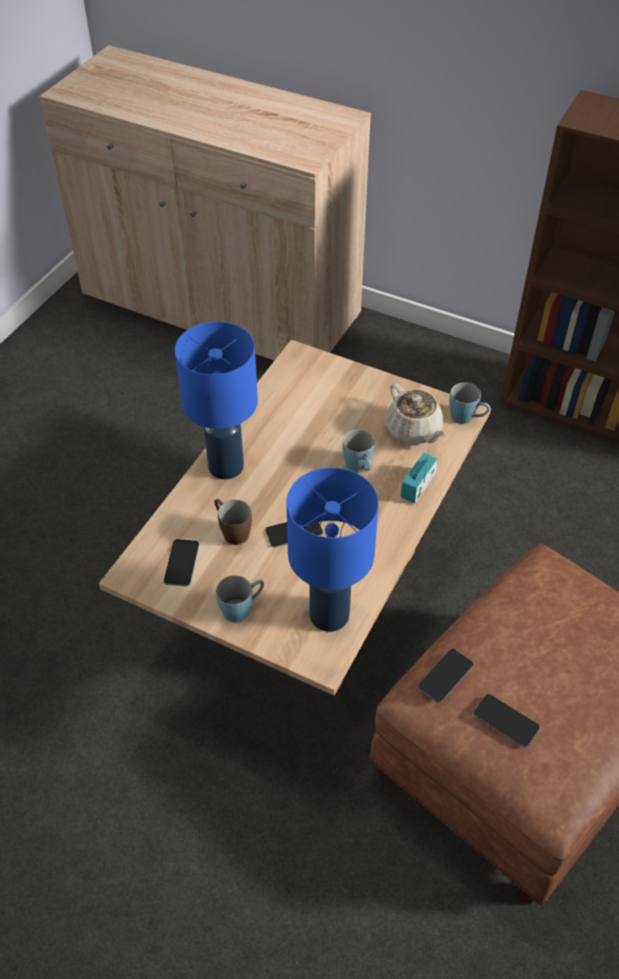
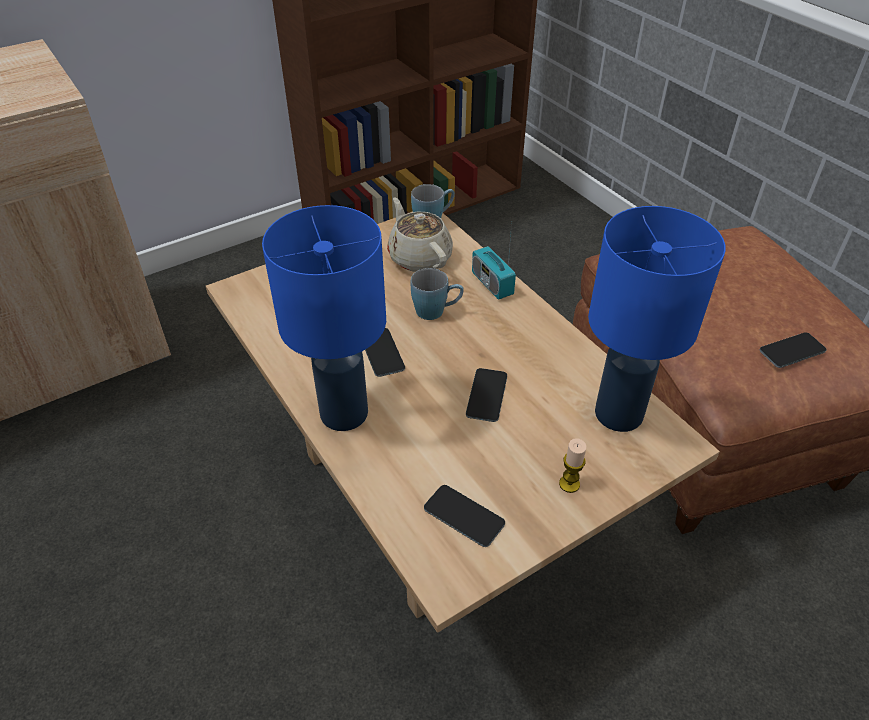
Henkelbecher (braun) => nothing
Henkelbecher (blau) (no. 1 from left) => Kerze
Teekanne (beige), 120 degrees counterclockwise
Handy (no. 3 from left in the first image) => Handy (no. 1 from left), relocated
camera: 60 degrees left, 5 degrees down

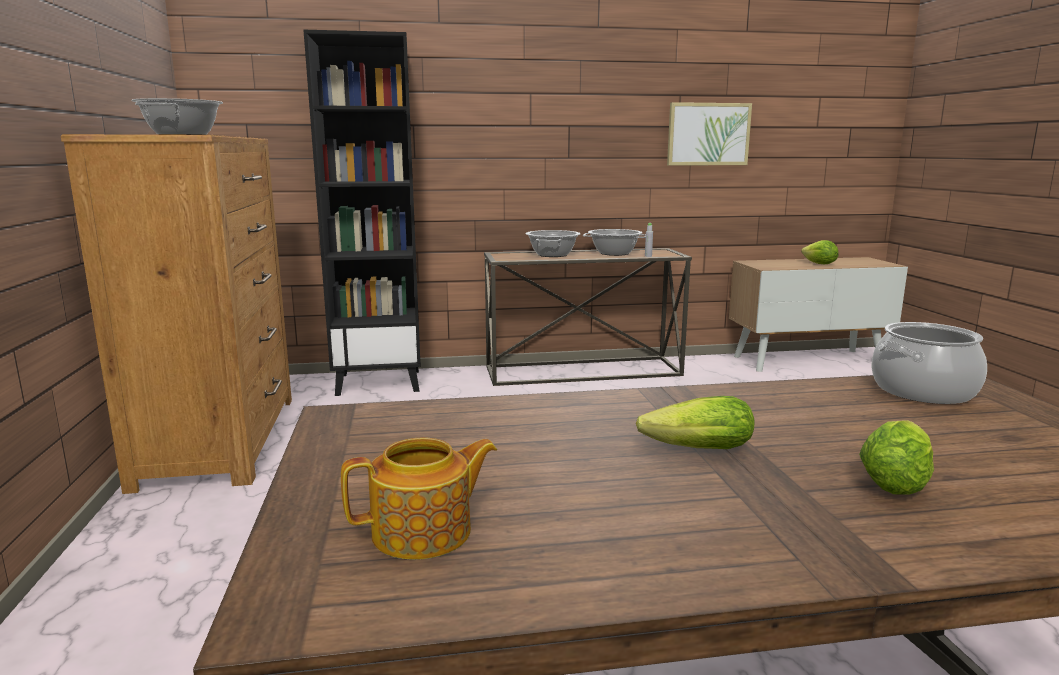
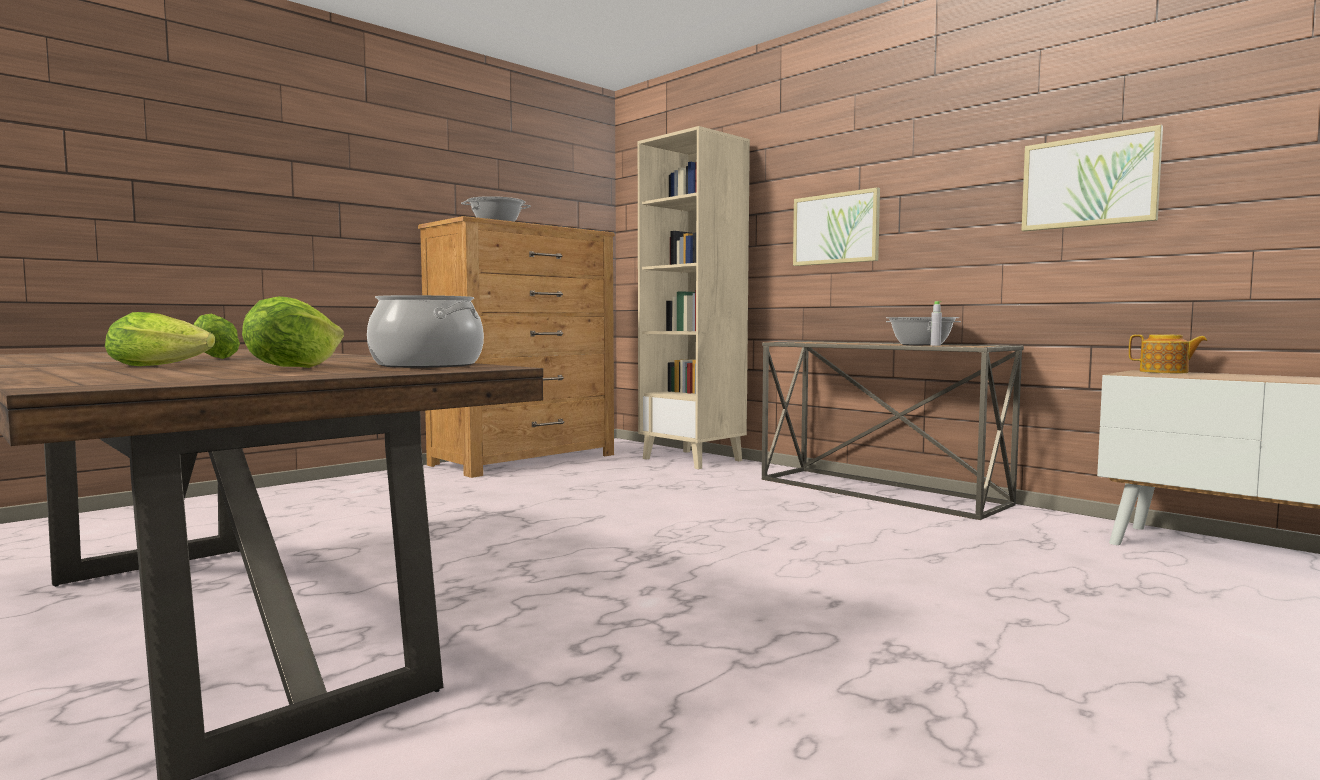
Bücherregal (schwarz) => Bücherregal (beige)
Teekanne, relocated
Kochtopf (no. 2 from left) => nothing
Salatkopf (no. 2 from left in the first image) => Salatkopf (no. 3 from left), relocated
nothing => Bild (no. 1 from left)
camera: 55 degrees right, 10 degrees down

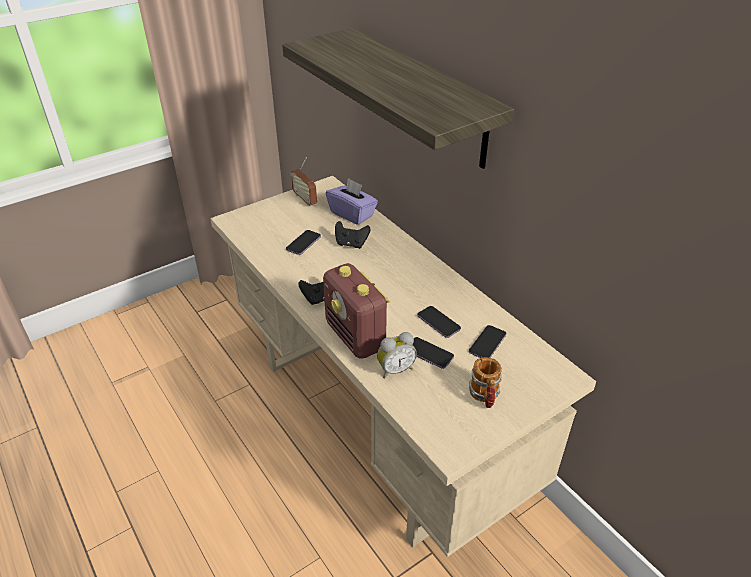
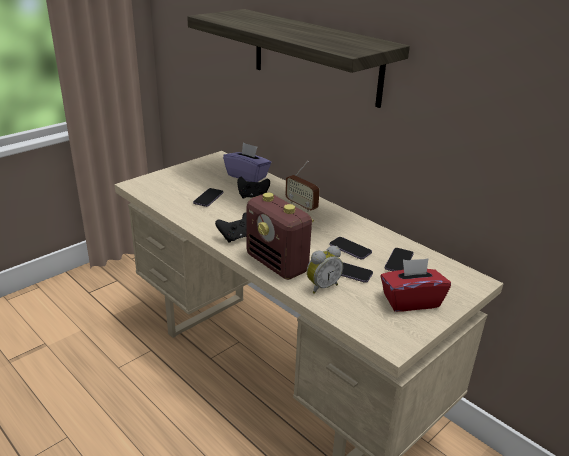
Radio (no. 1 from left in the first image) => Radio (no. 2 from left), relocated
Henkelbecher => Taschentuchbox (rot)
camera: 10 degrees left, 10 degrees down

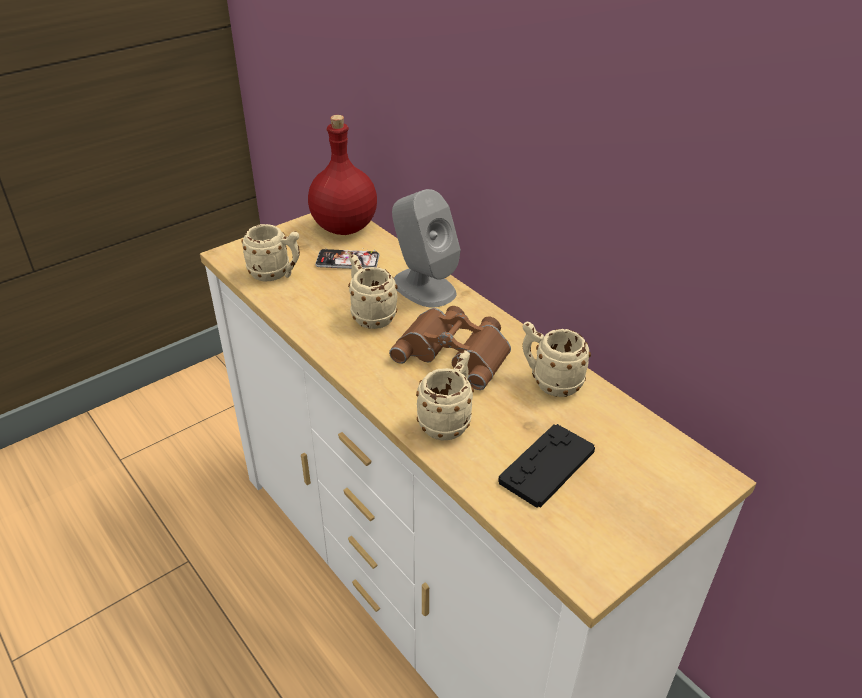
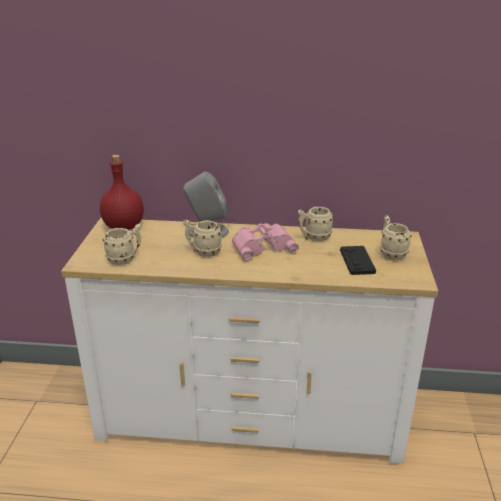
Handy => nothing
Fernglas (braun) => Fernglas (rosa)
Henkelbecher (beige) (no. 3 from left in the first image) => Henkelbecher (beige) (no. 4 from left), relocated
camera: 45 degrees left, 10 degrees down

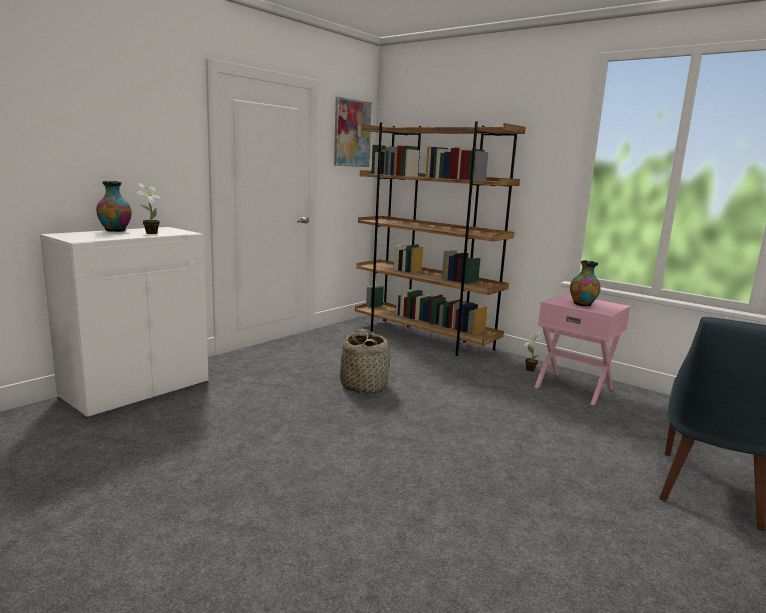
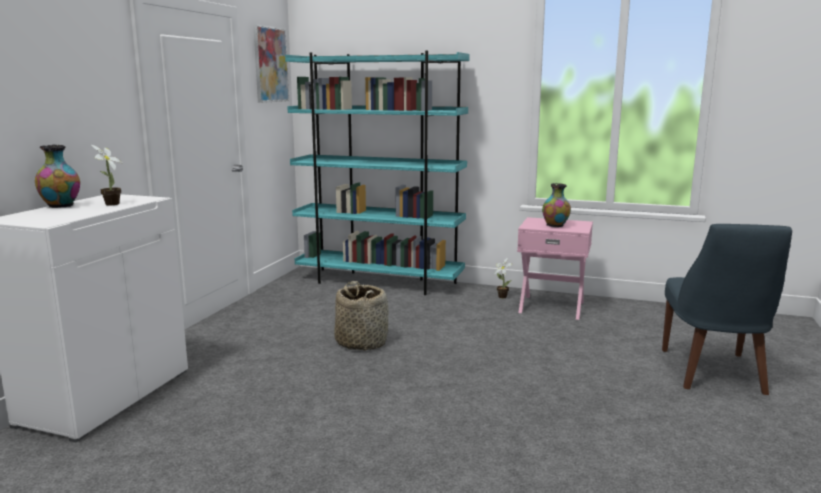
Bücherregal (braun) => Bücherregal (türkis)
camera: 20 degrees left, 0 degrees up

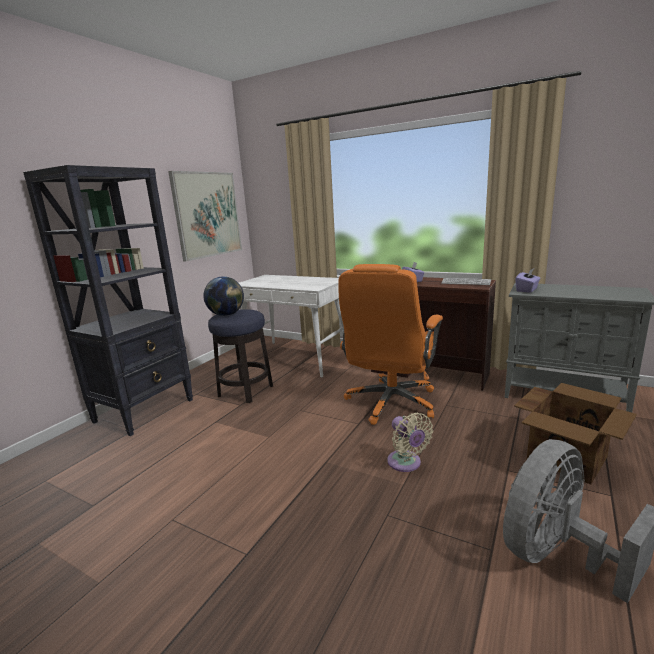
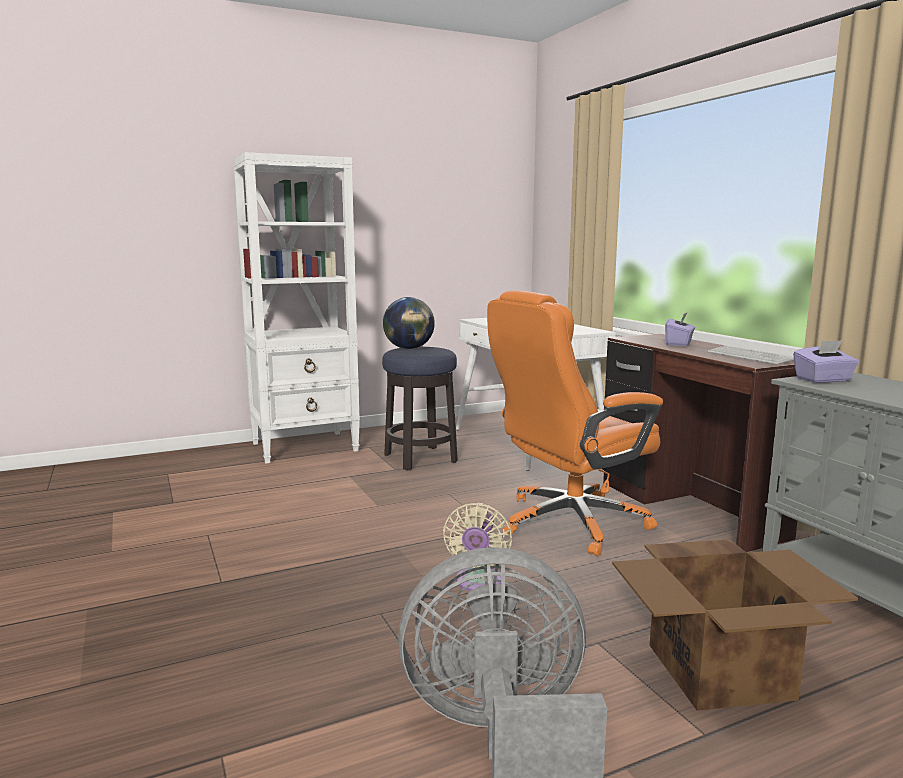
Bücherregal (schwarz) => Bücherregal (weiß)
Bild => nothing
camera: 35 degrees right, 5 degrees down

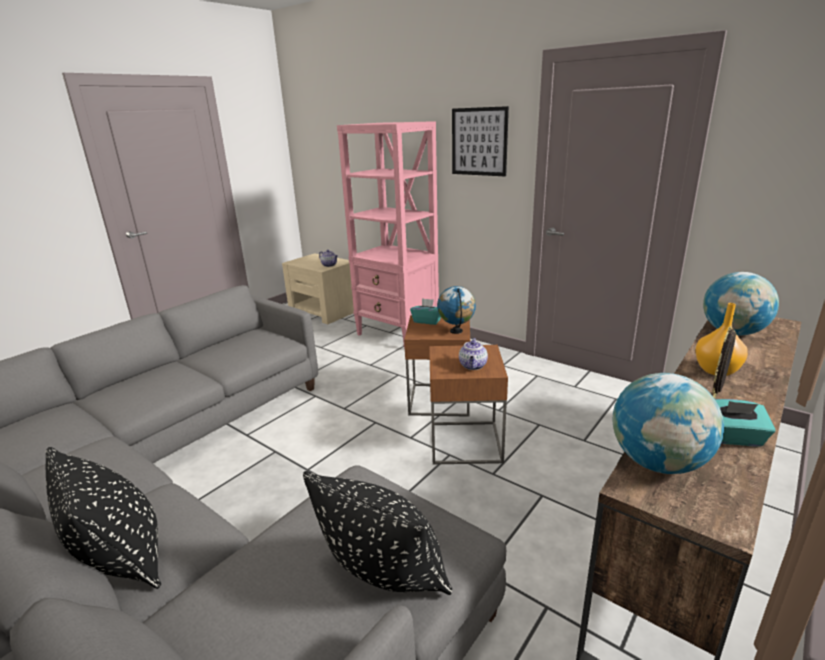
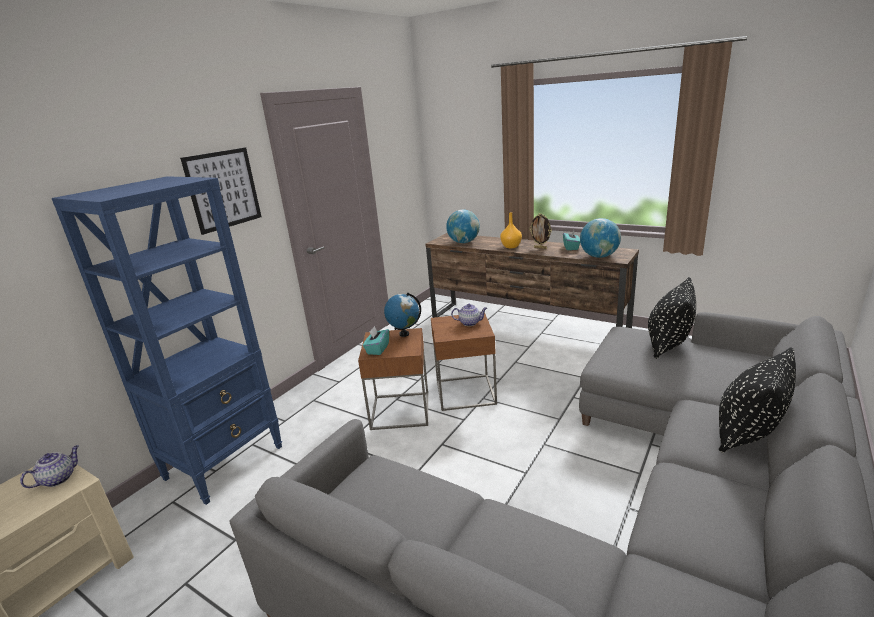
Bücherregal (rosa) => Bücherregal (blau)
camera: 95 degrees left, 0 degrees up

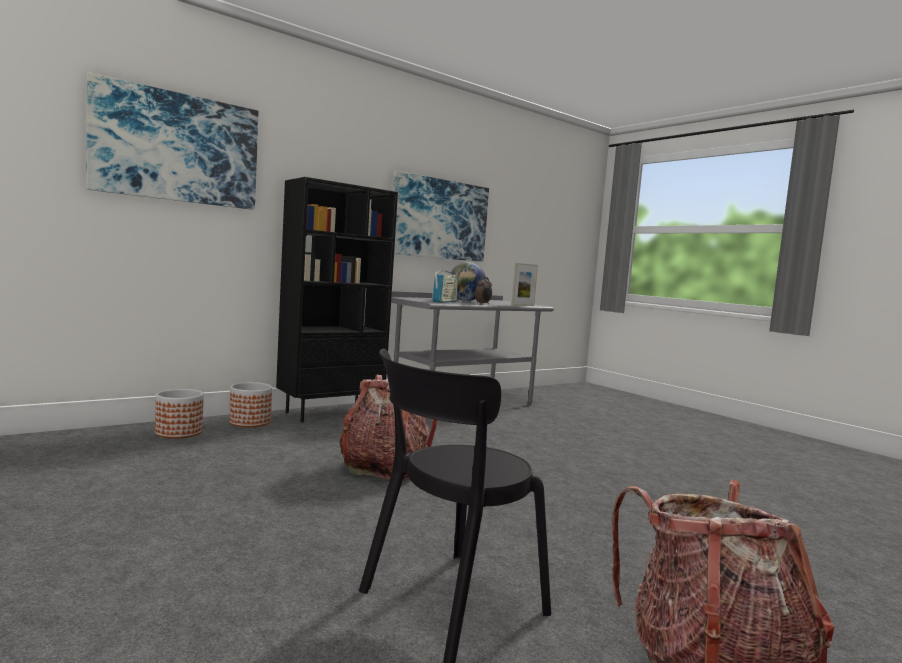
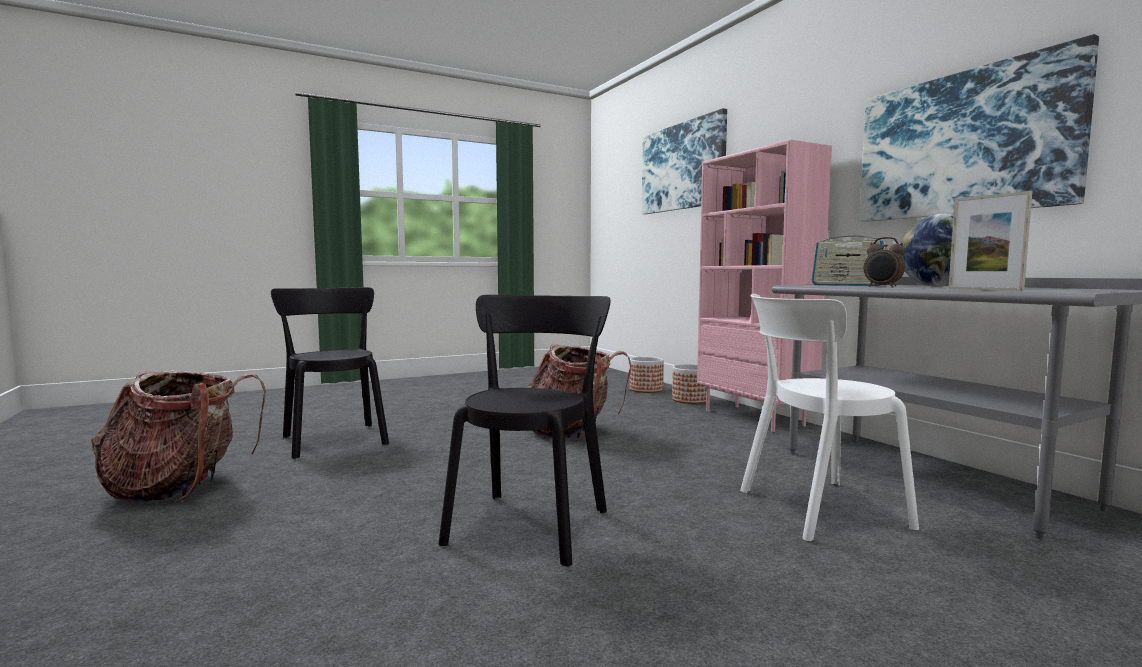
Bücherregal (schwarz) => Bücherregal (rosa)
nothing => Stuhl (schwarz) (no. 2 from left)
nothing => Stuhl (weiß)
camera: 100 degrees right, 0 degrees up

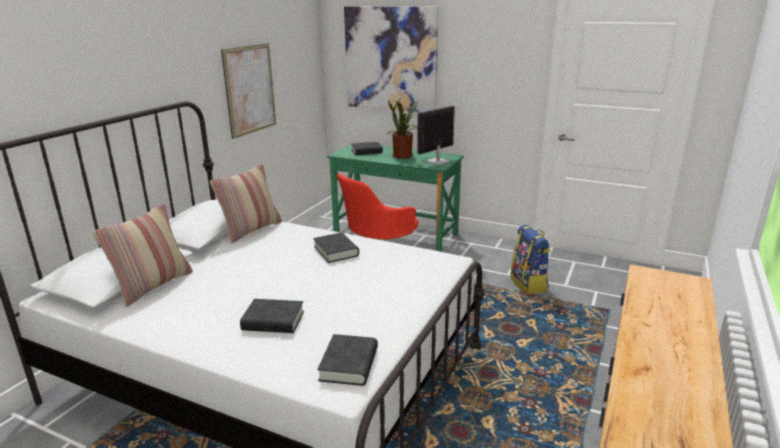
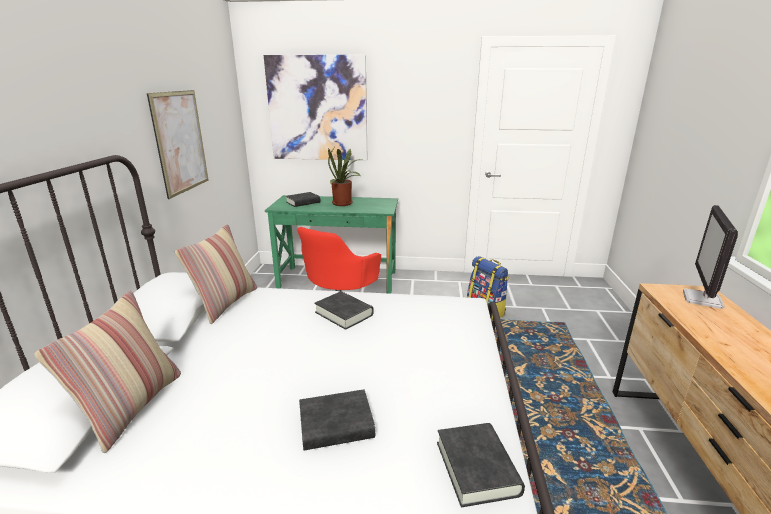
Monitor, relocated
camera: 20 degrees left, 0 degrees up

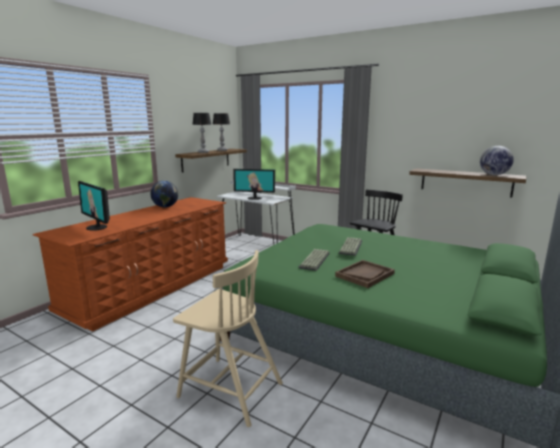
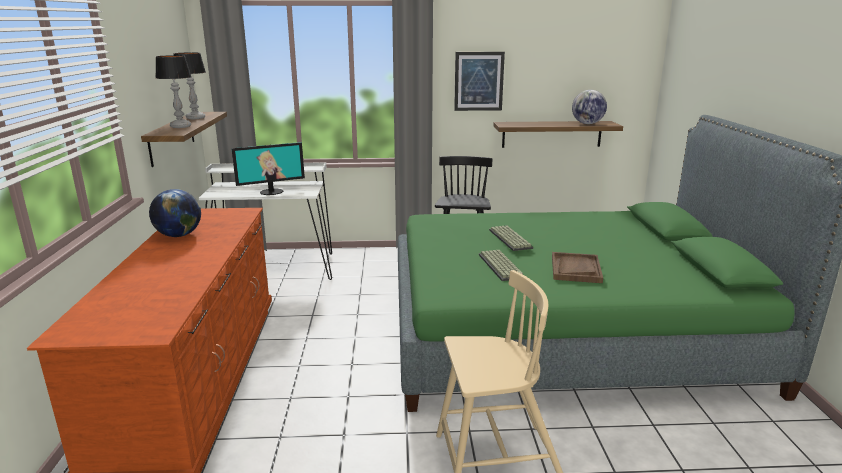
Monitor (no. 1 from left) => nothing
nothing => Bild
camera: 35 degrees left, 5 degrees up

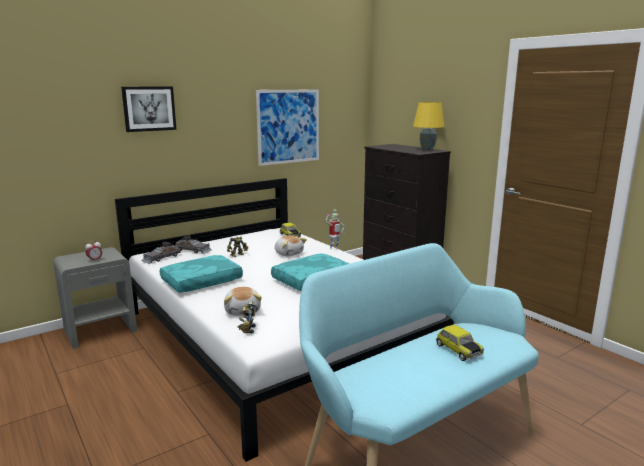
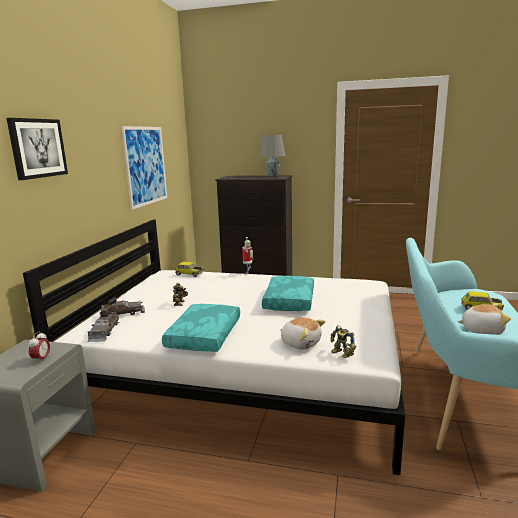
Plüschtier (no. 2 from left), relocated
Tischlampe (gelb) => Tischlampe (grau)
camera: 40 degrees left, 0 degrees up

